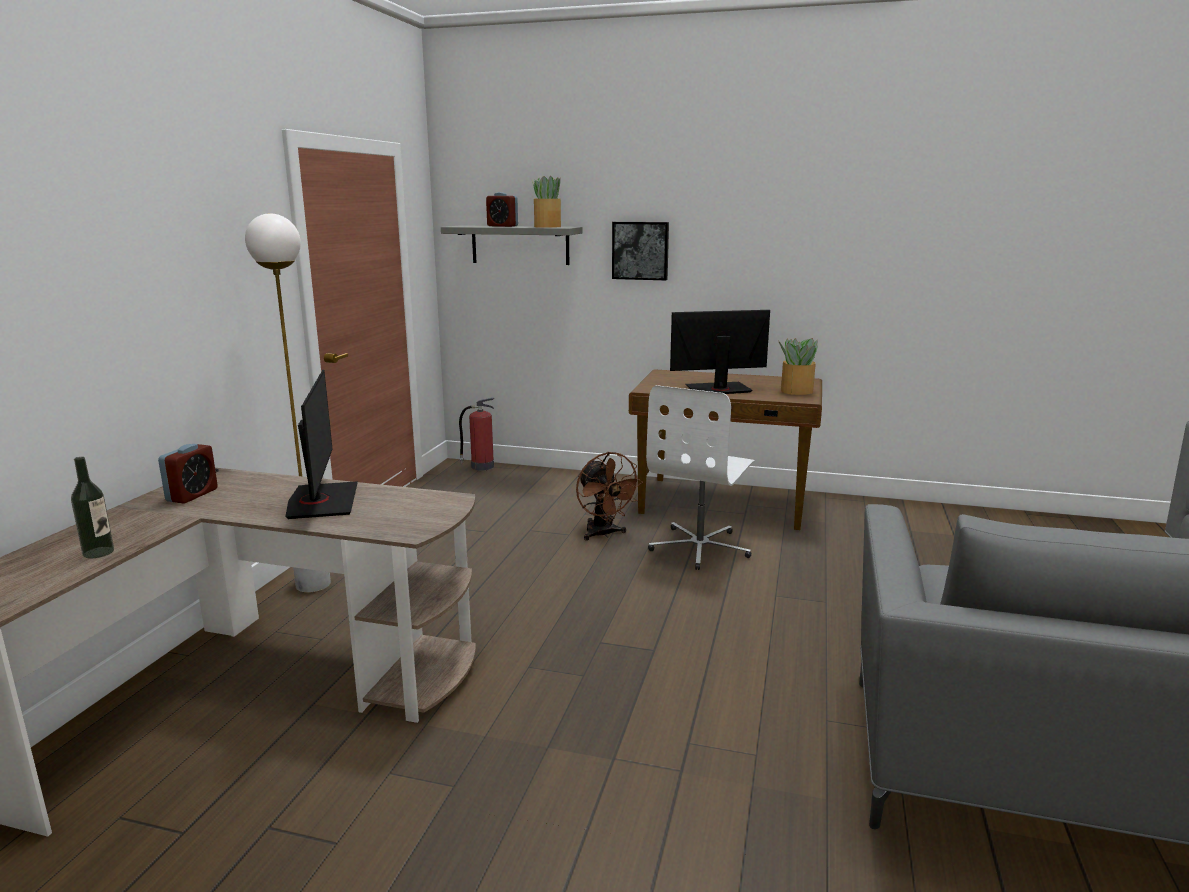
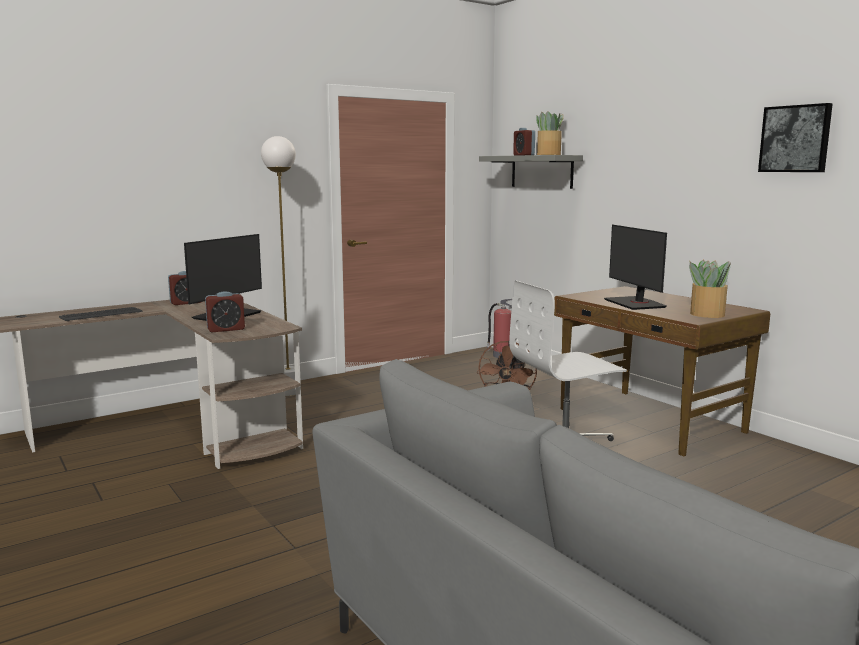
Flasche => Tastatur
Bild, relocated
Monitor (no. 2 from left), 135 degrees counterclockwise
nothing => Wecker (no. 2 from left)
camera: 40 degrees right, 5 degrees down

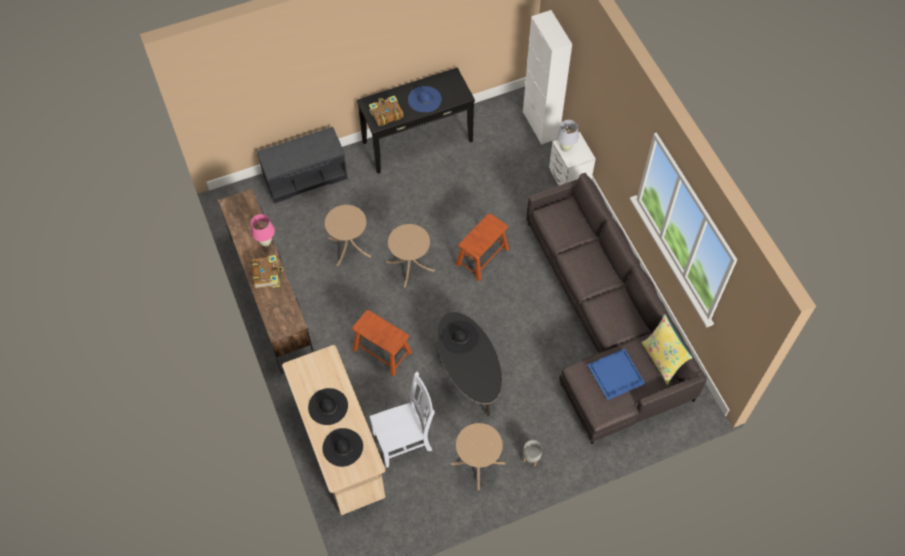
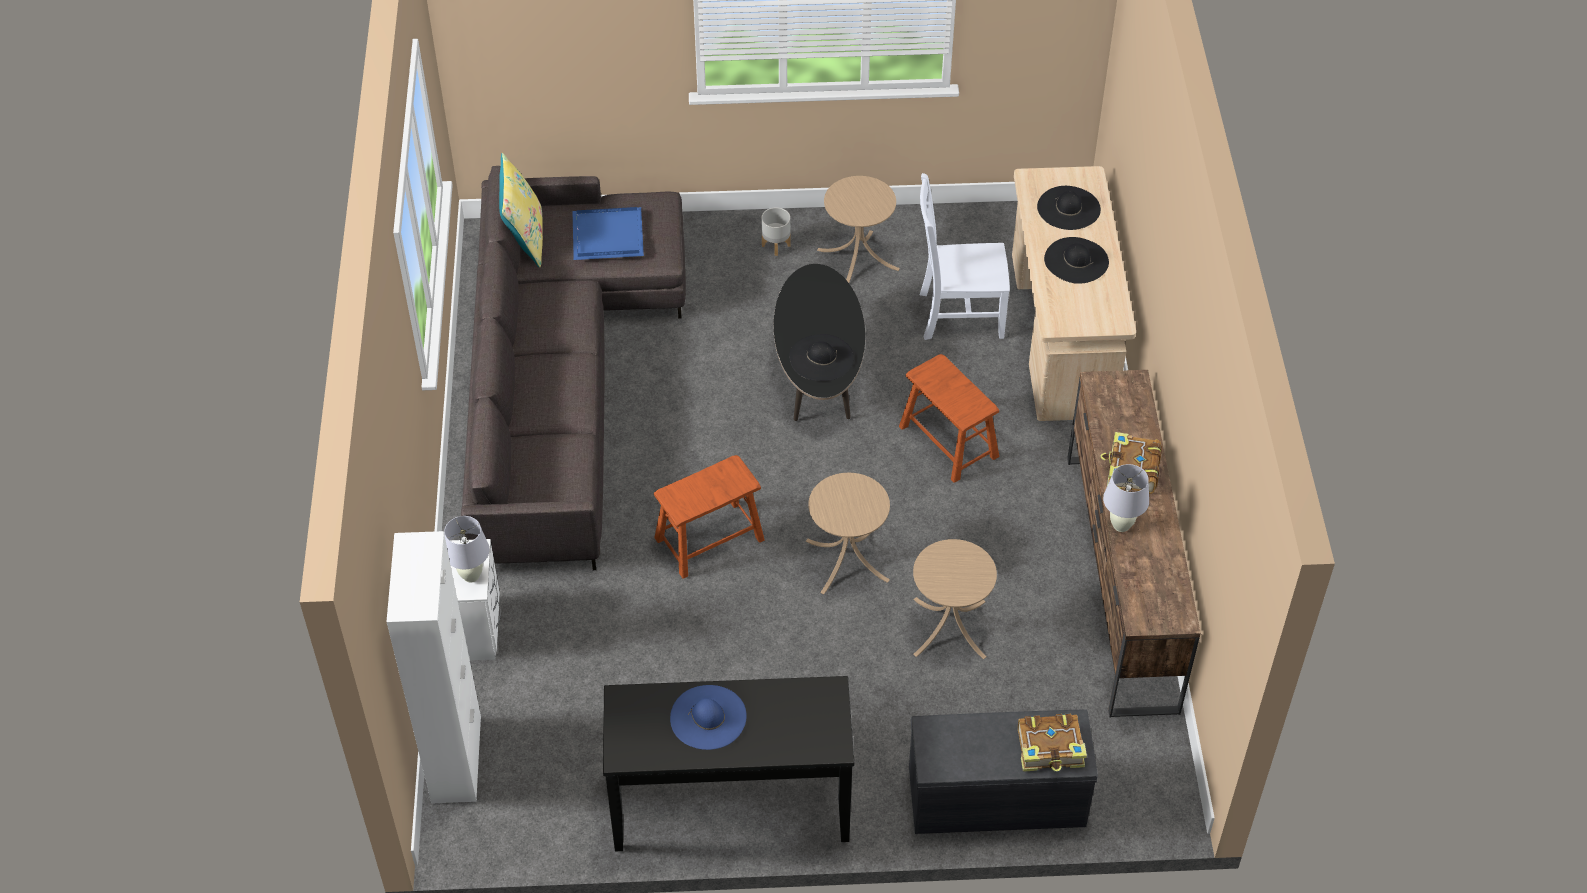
Tischlampe (rosa) => Tischlampe (weiß) (no. 2 from left)
Buch (no. 2 from left in the first image) => Buch (no. 1 from left), relocated
camera: 160 degrees left, 10 degrees down

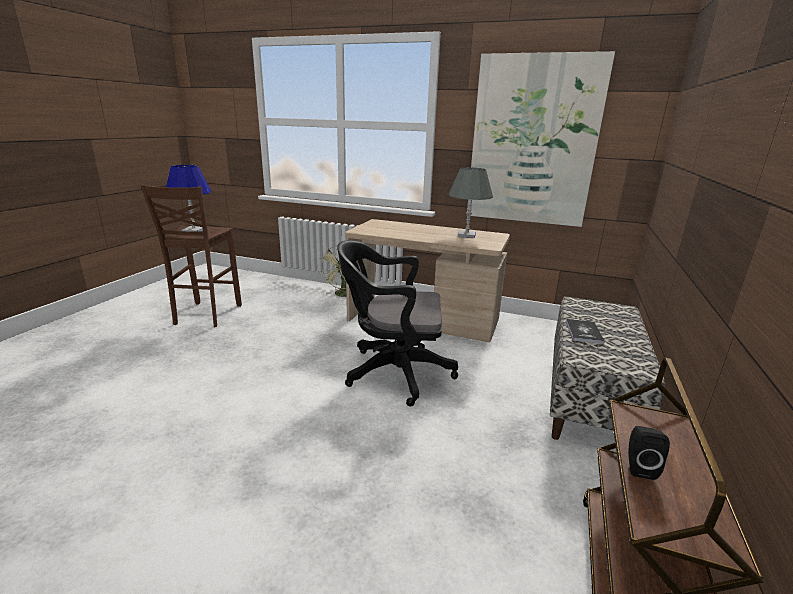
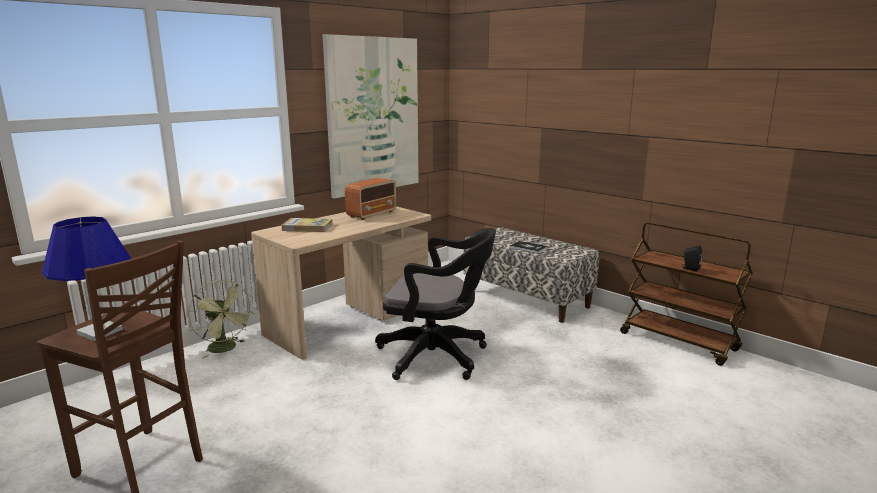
Bürostuhl (schwarz), 105 degrees counterclockwise
Tischlampe (grau) => Radio
nothing => Buch (no. 1 from left)
camera: 65 degrees left, 5 degrees down

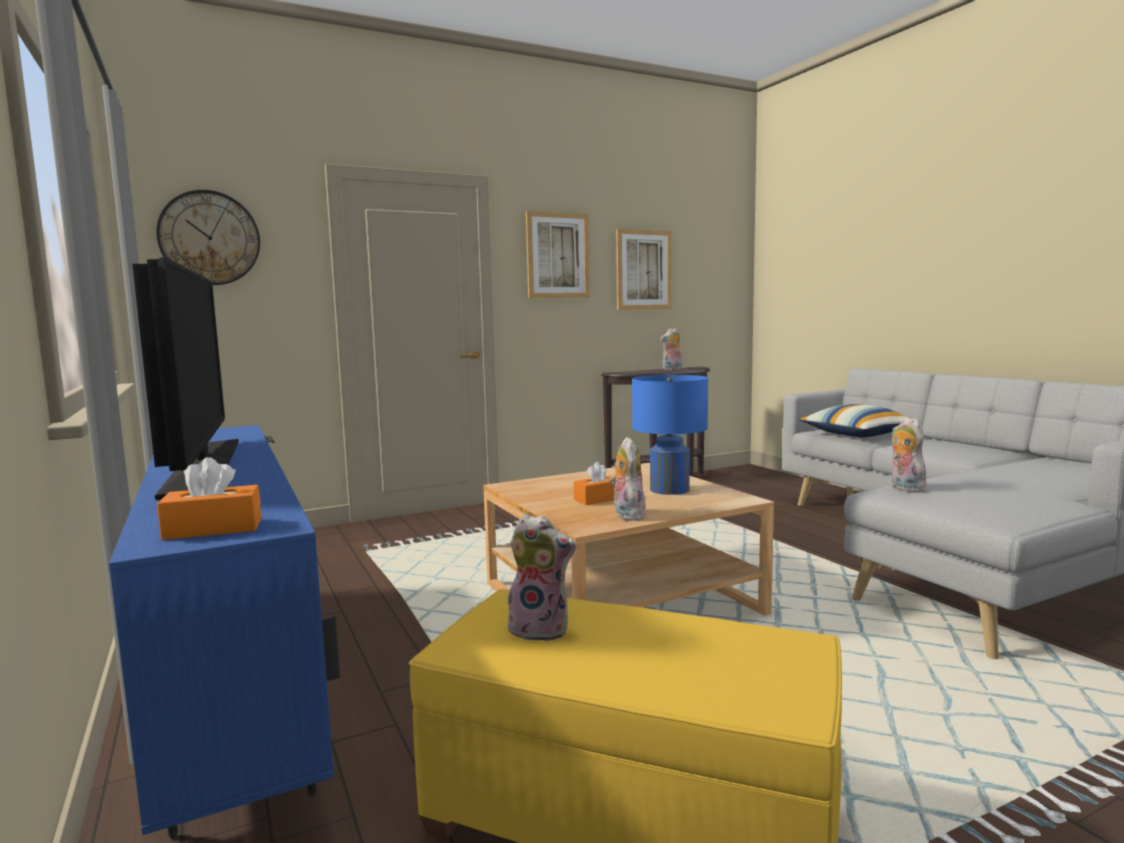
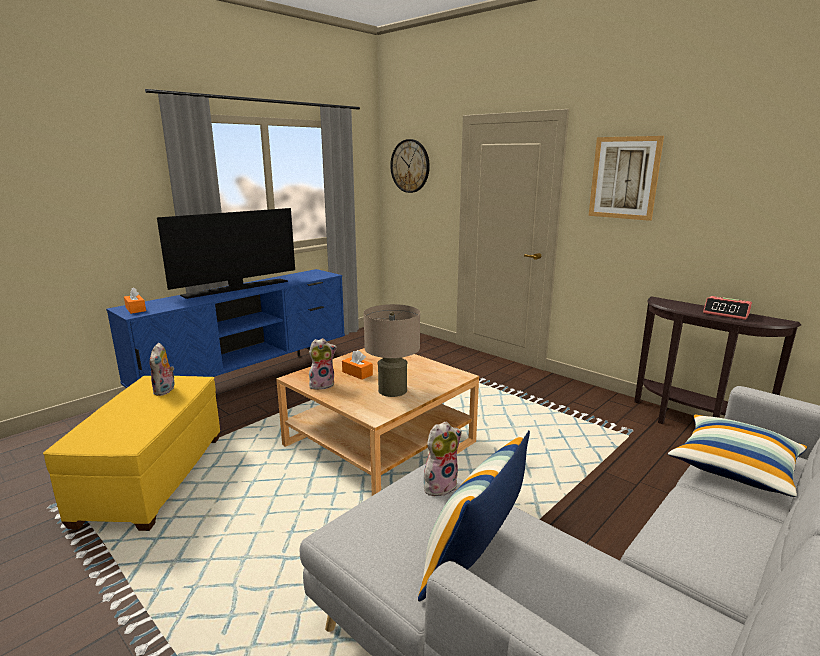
Bild (no. 2 from left) => nothing
Tischlampe (blau) => Tischlampe (beige)
Plüschtier (no. 3 from left) => Wecker
nothing => Kissen (no. 1 from left)
camera: 70 degrees right, 10 degrees up

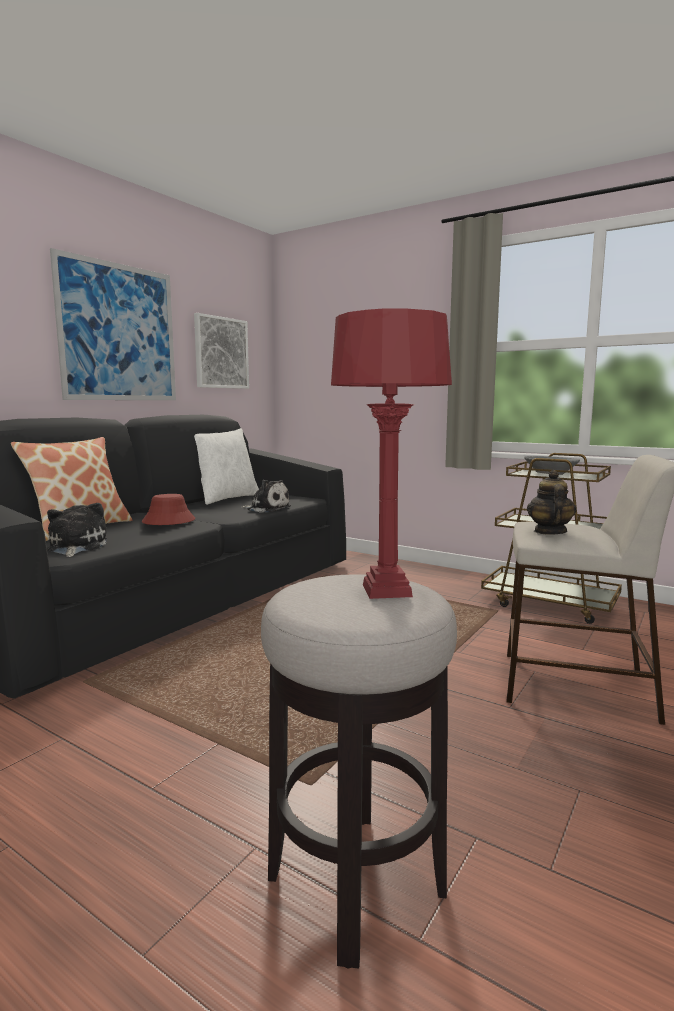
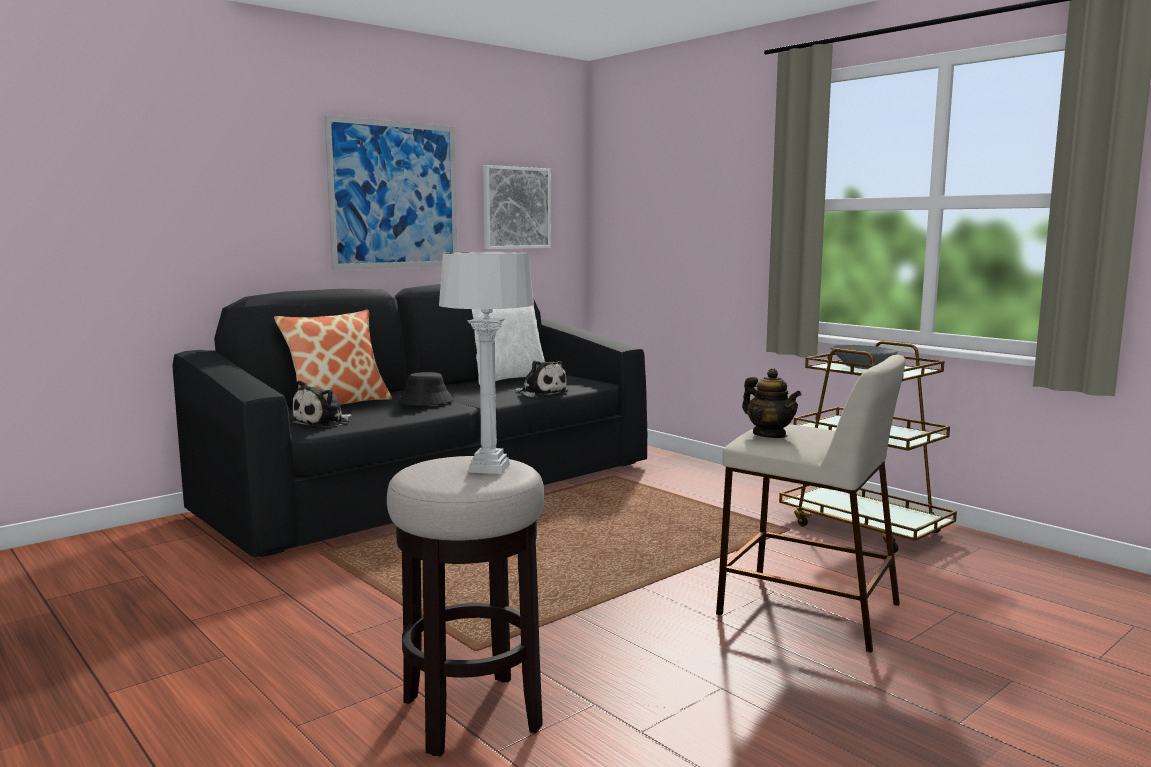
Plüschtier (no. 1 from left), 150 degrees counterclockwise
Hut (rot) => Hut (schwarz)
Tischlampe (rot) => Tischlampe (grau)
Teekanne, 120 degrees clockwise
camera: 15 degrees right, 0 degrees up

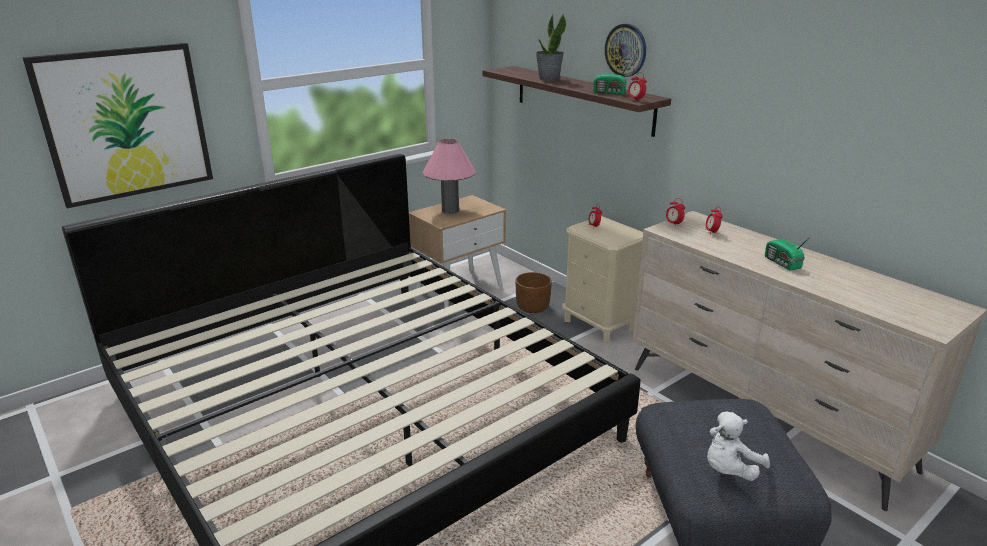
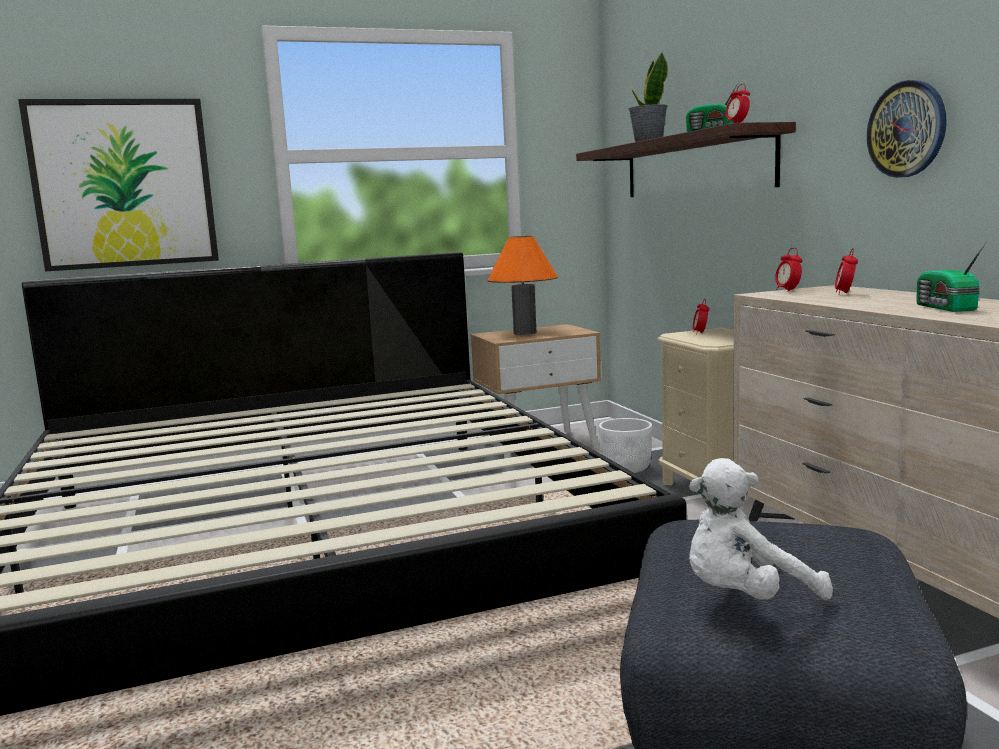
Tischlampe (rosa) => Tischlampe (orange)
Pflanzkübel (braun) => Pflanzkübel (weiß)
Wanduhr, relocated
camera: 20 degrees right, 15 degrees down

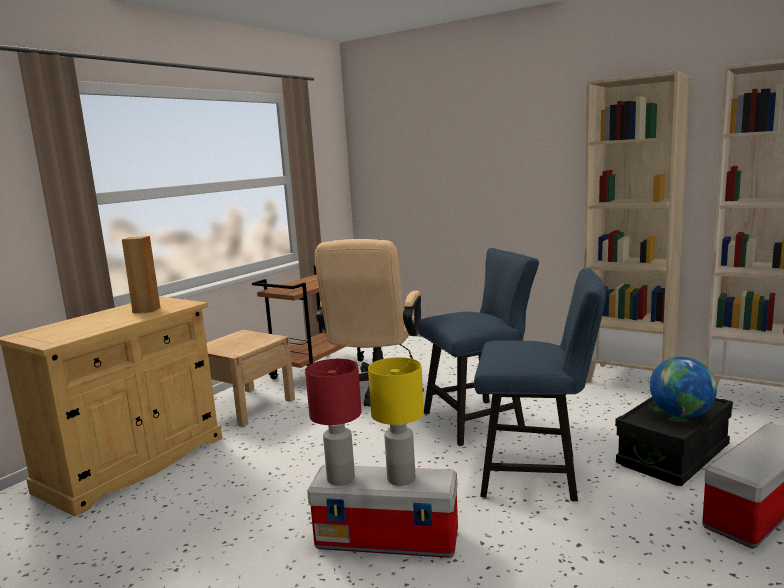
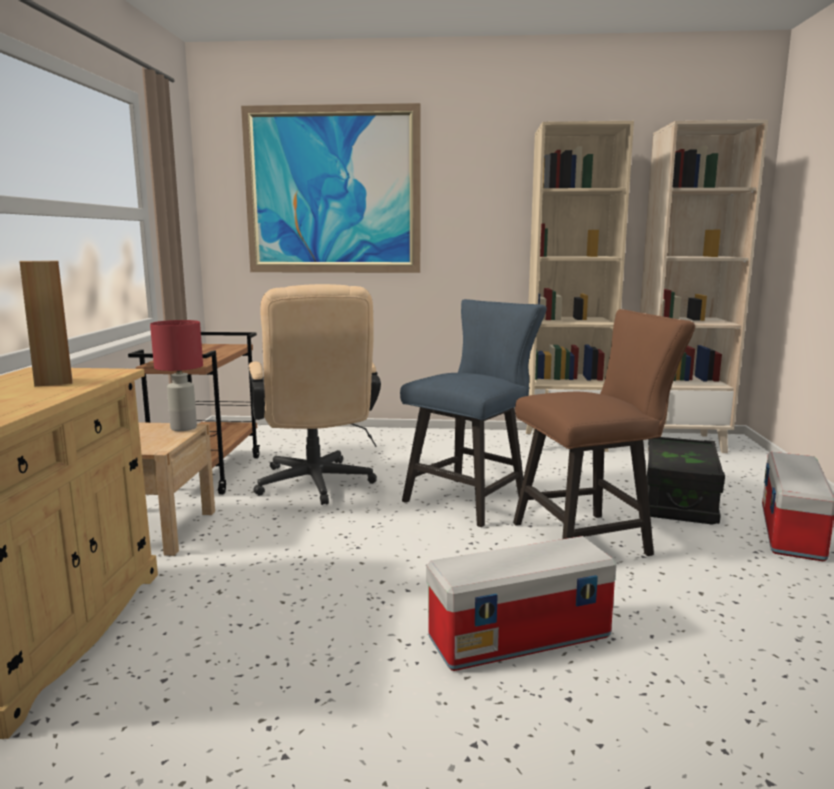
Tischlampe (rot), relocated
Tischlampe (gelb) => nothing
Stuhl (blau) (no. 2 from left) => Stuhl (braun)
Globus => nothing
nothing => Bild
camera: 30 degrees left, 0 degrees up

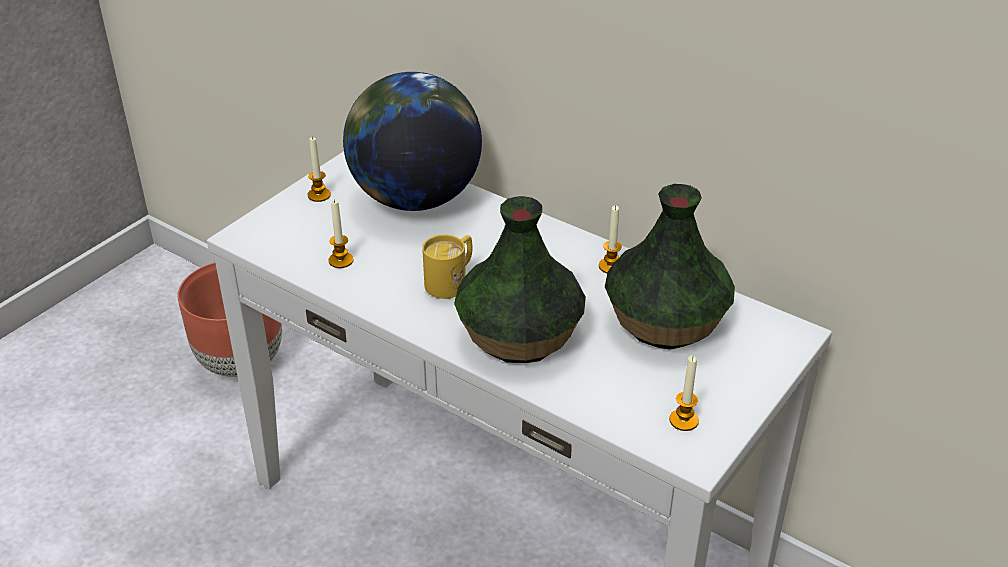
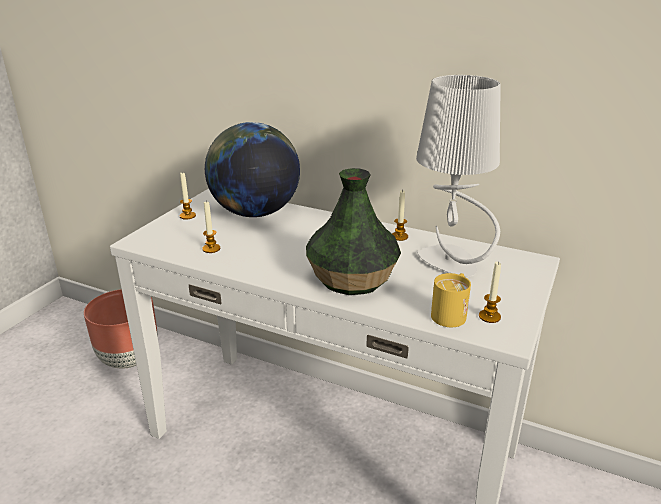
Henkelbecher (gelb), relocated
Vase (no. 2 from left) => Tischlampe (grau)
camera: 10 degrees left, 10 degrees down

